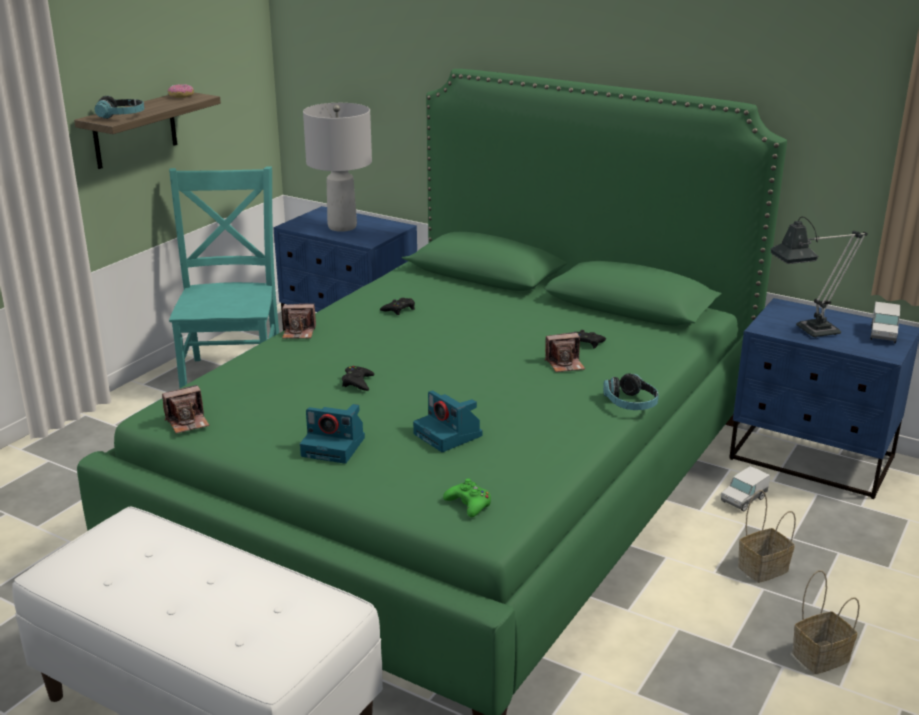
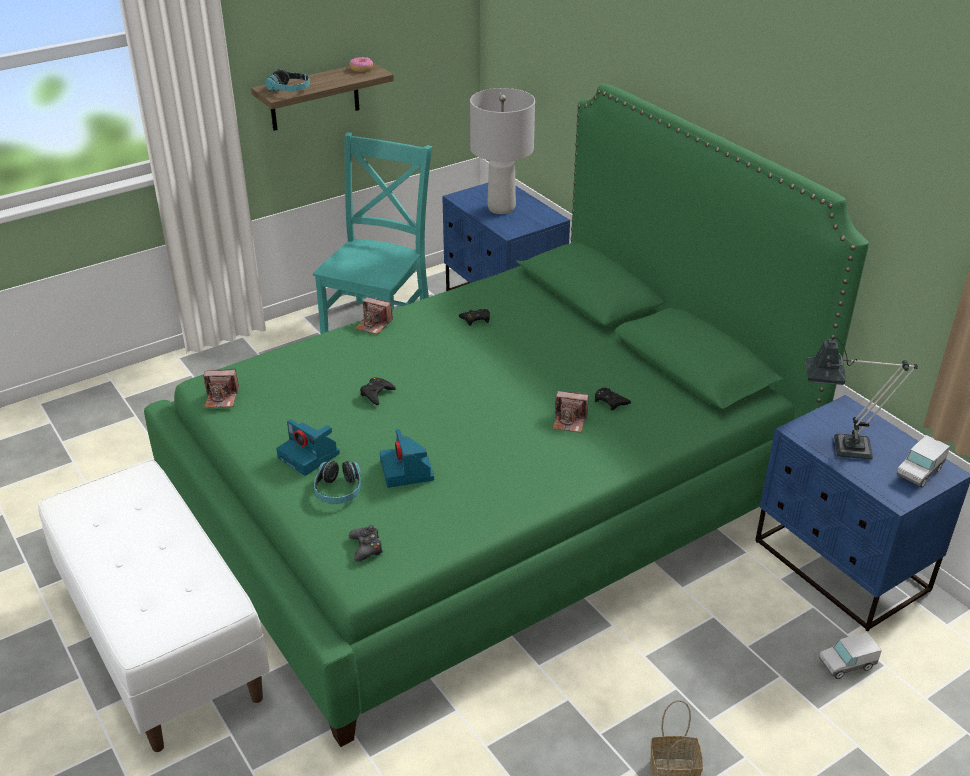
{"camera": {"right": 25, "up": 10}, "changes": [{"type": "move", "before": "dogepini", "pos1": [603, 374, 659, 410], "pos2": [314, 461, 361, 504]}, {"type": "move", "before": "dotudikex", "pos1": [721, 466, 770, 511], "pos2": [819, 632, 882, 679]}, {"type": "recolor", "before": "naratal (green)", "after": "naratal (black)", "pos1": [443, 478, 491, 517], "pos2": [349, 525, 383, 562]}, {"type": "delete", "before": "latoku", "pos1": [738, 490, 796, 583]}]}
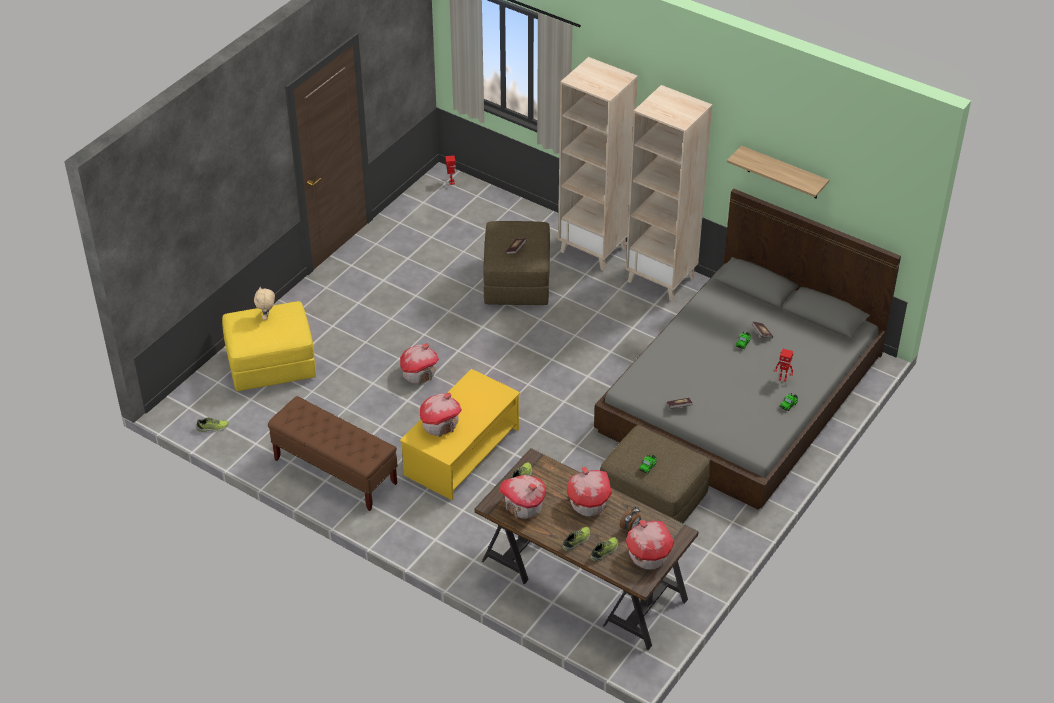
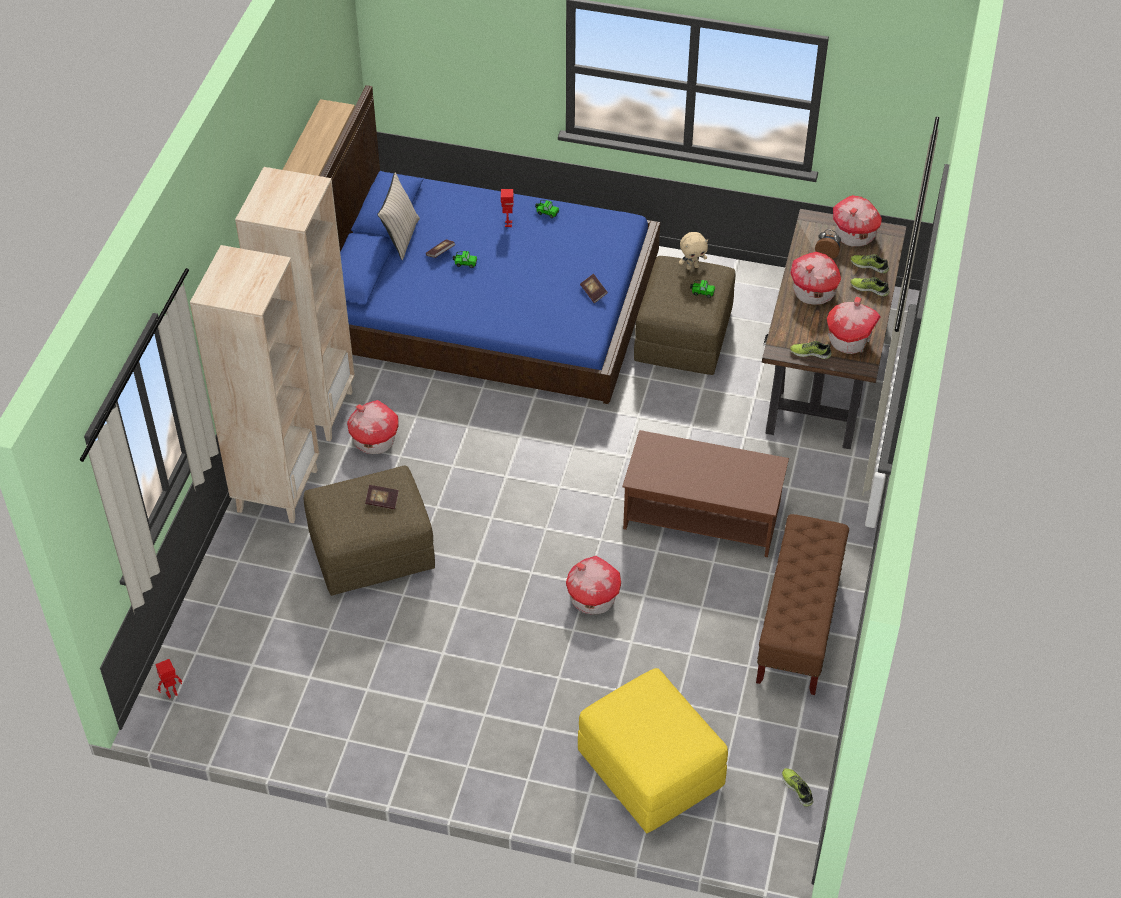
{"camera": {"right": -110, "up": 5}, "changes": [{"type": "recolor", "before": "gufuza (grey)", "after": "gufuza (blue)", "pos1": [594, 189, 901, 510], "pos2": [320, 85, 660, 404]}, {"type": "move", "before": "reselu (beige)", "pos1": [254, 287, 275, 320], "pos2": [679, 232, 708, 270]}, {"type": "recolor", "before": "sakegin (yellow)", "after": "sakegin (brown)", "pos1": [400, 369, 520, 500], "pos2": [622, 430, 789, 557]}, {"type": "move", "before": "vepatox", "pos1": [420, 393, 462, 437], "pos2": [347, 400, 399, 454]}, {"type": "insert", "after": "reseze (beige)", "pos2": [377, 173, 420, 260]}]}
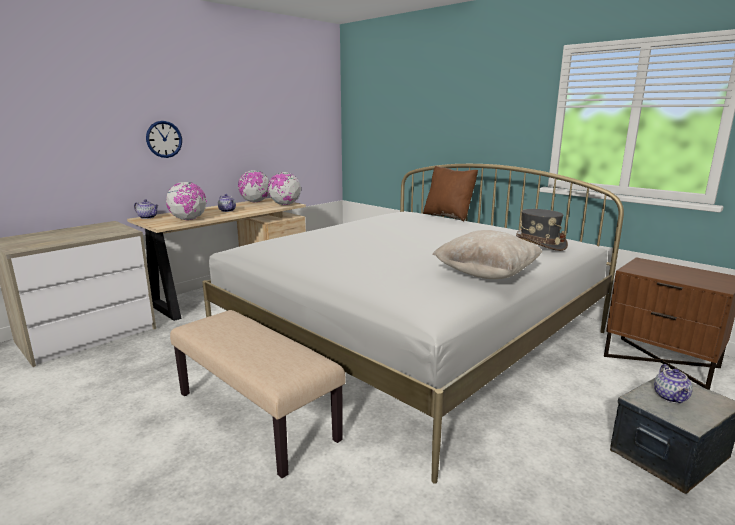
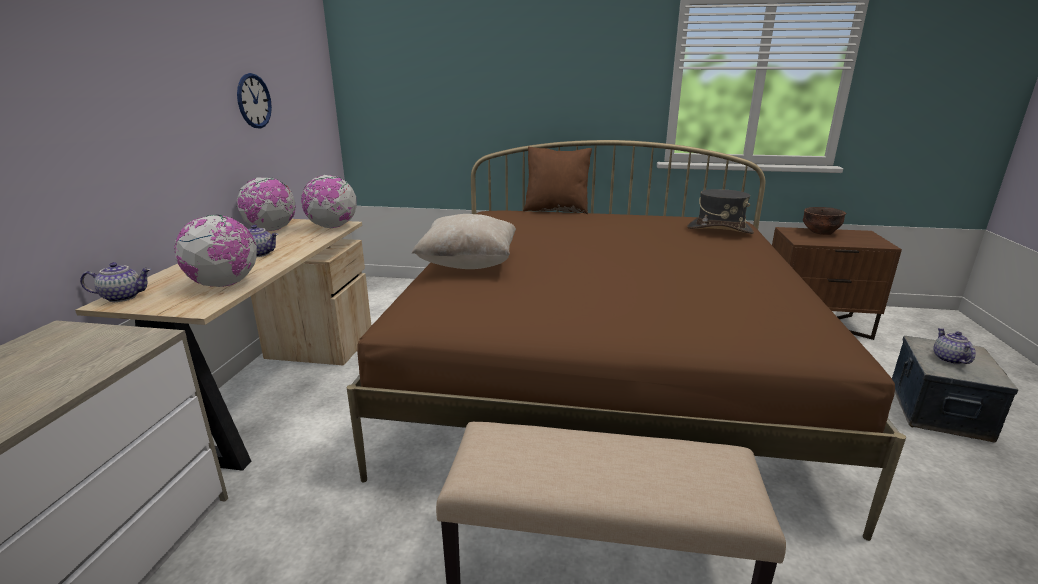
{"camera": {"right": -35, "up": 5}, "changes": [{"type": "move", "before": "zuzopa", "pos1": [146, 121, 182, 158], "pos2": [237, 73, 272, 128]}, {"type": "recolor", "before": "gufuza (white)", "after": "gufuza (brown)", "pos1": [202, 164, 624, 483], "pos2": [346, 140, 906, 541]}, {"type": "move", "before": "reseze (beige)", "pos1": [432, 230, 542, 279], "pos2": [412, 214, 516, 269]}, {"type": "rotate", "before": "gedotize", "pos1": [654, 364, 693, 403], "pos2": [933, 328, 976, 364], "turn": -150}, {"type": "insert", "after": "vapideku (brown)", "pos2": [803, 207, 847, 235]}]}
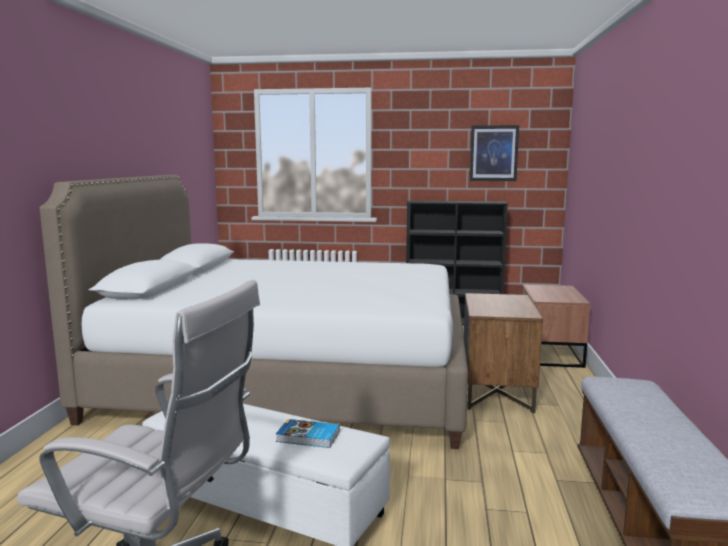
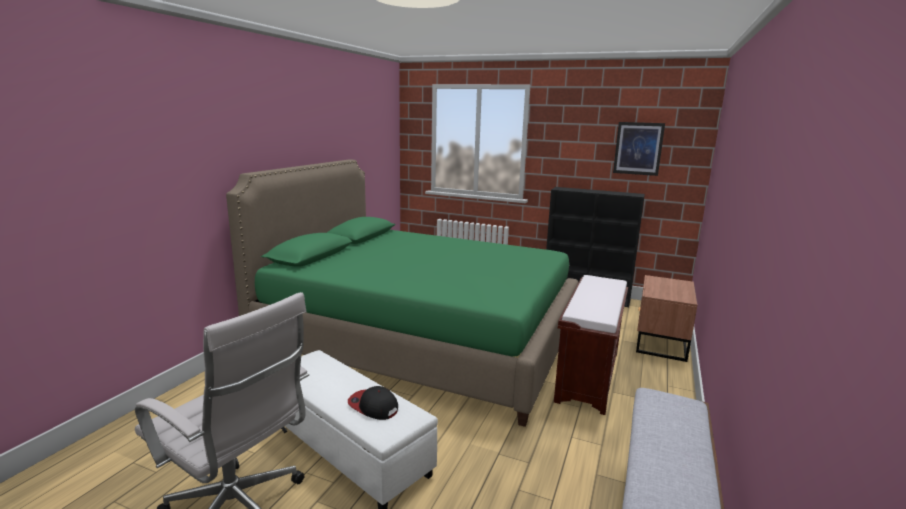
{"camera": {"right": 15, "up": 5}, "changes": [{"type": "recolor", "before": "gufuza (white)", "after": "gufuza (green)", "pos1": [40, 175, 468, 449], "pos2": [226, 159, 578, 427]}, {"type": "replace", "before": "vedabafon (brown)", "after": "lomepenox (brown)", "pos1": [464, 293, 543, 414], "pos2": [554, 275, 628, 415]}, {"type": "replace", "before": "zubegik", "after": "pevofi", "pos1": [276, 419, 340, 448], "pos2": [348, 386, 398, 420]}]}
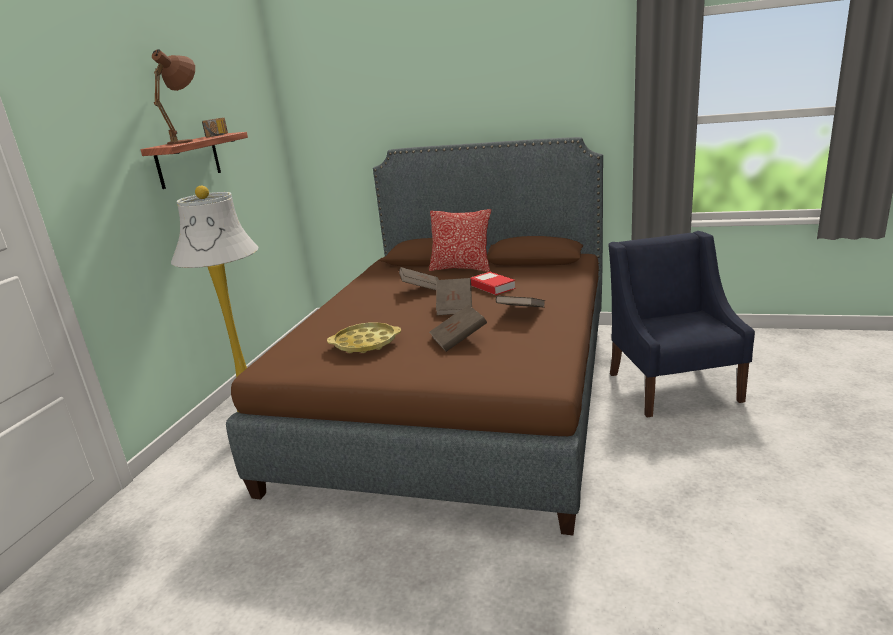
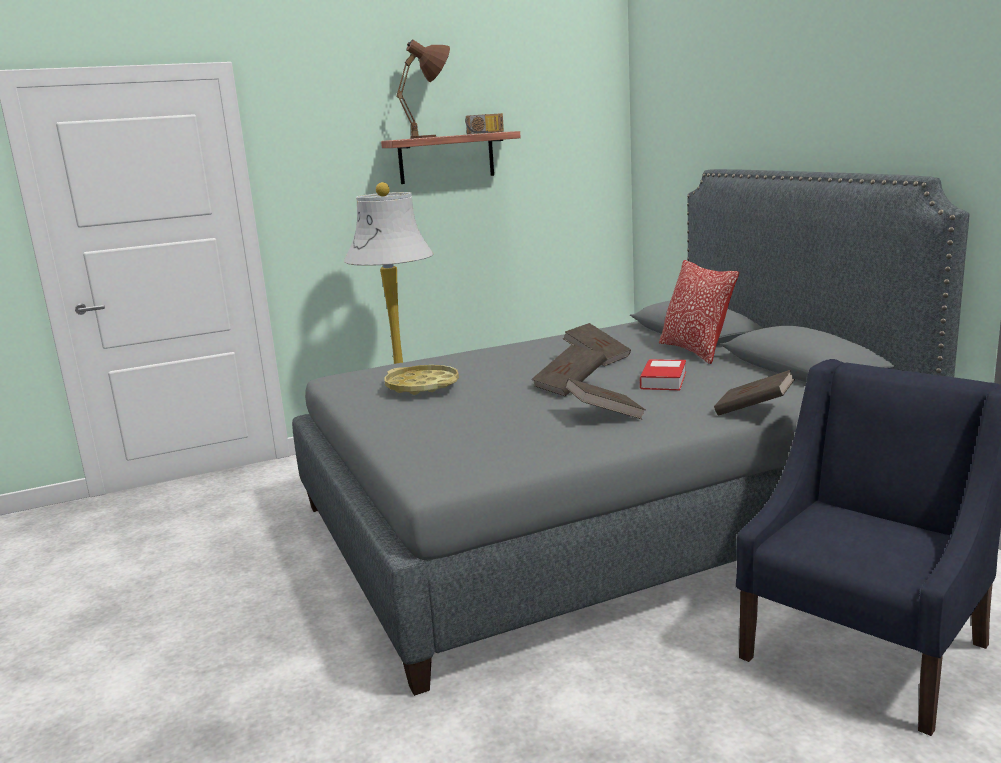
{"camera": {"right": 50, "up": -5}, "changes": [{"type": "recolor", "before": "gufuza (brown)", "after": "gufuza (grey)", "pos1": [226, 137, 603, 535], "pos2": [292, 169, 969, 696]}, {"type": "move", "before": "zubegik (brown)", "pos1": [429, 305, 487, 352], "pos2": [714, 370, 795, 416]}]}
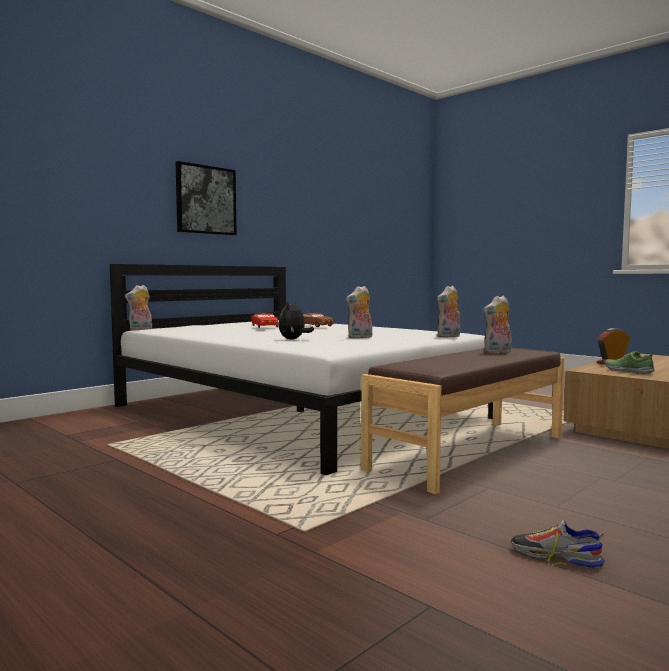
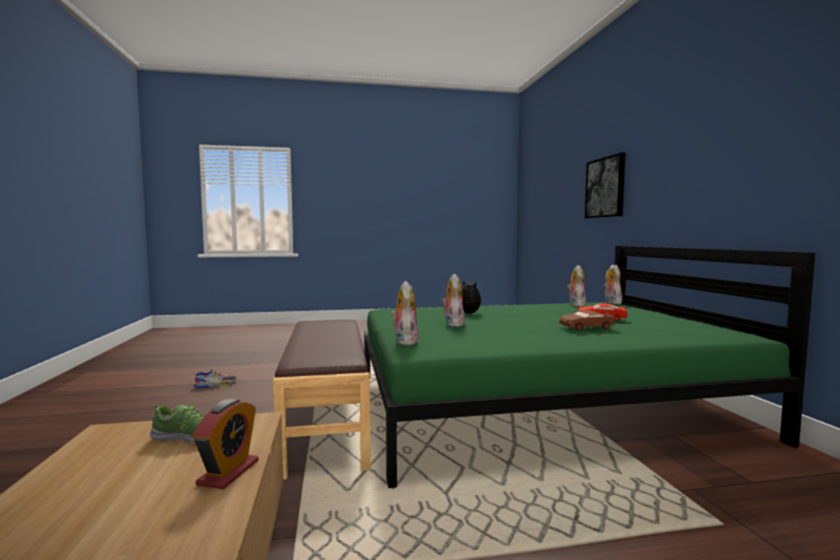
{"camera": {"right": 125, "up": 0}, "changes": [{"type": "move", "before": "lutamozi", "pos1": [176, 161, 237, 236], "pos2": [585, 153, 625, 219]}, {"type": "recolor", "before": "gufuza (white)", "after": "gufuza (green)", "pos1": [110, 264, 493, 475], "pos2": [364, 246, 815, 488]}, {"type": "move", "before": "reselu", "pos1": [484, 296, 512, 353], "pos2": [567, 265, 586, 307]}]}
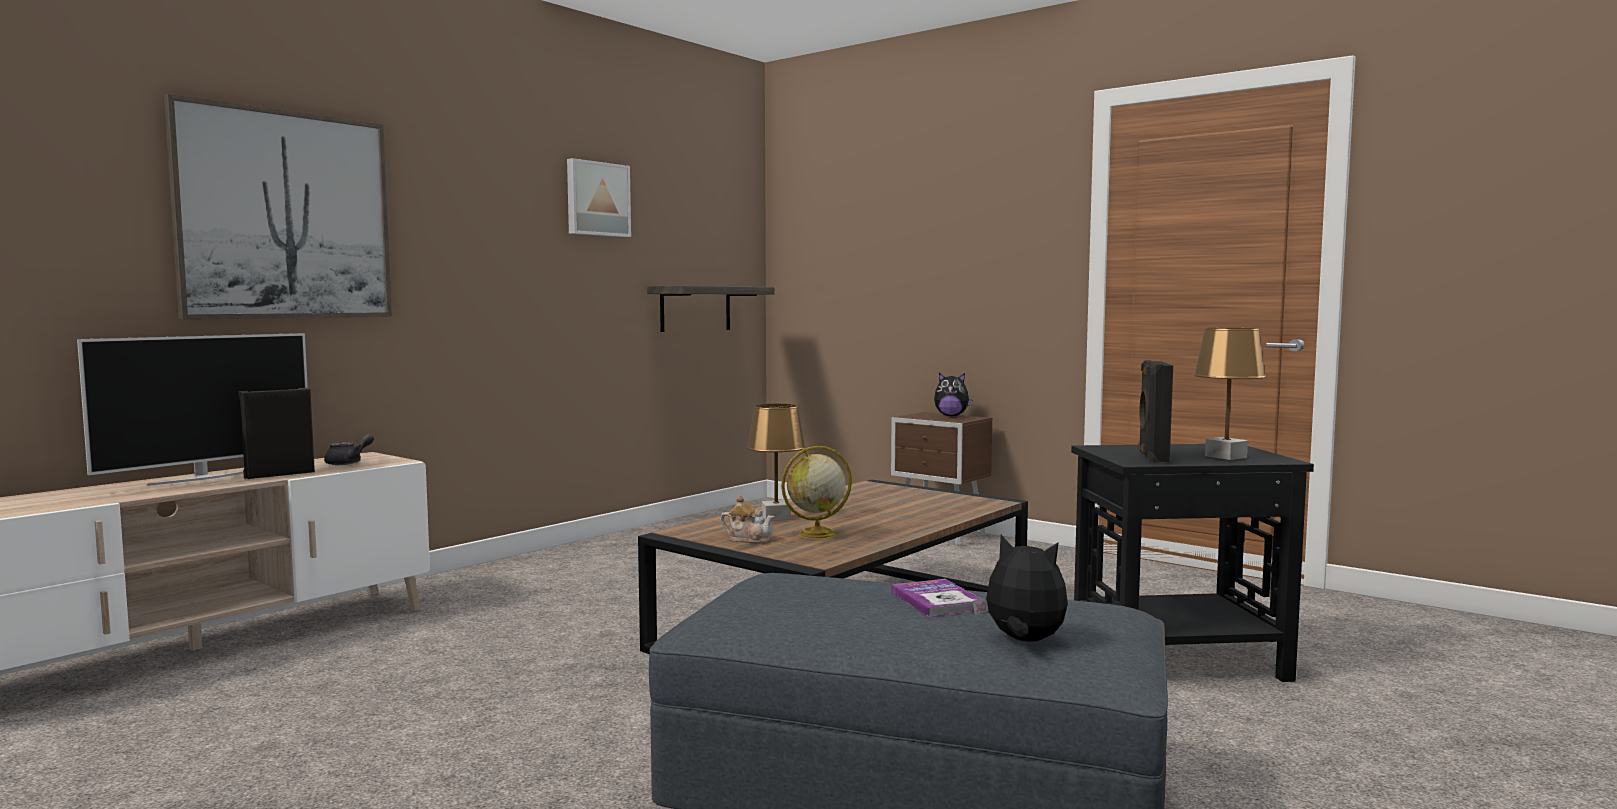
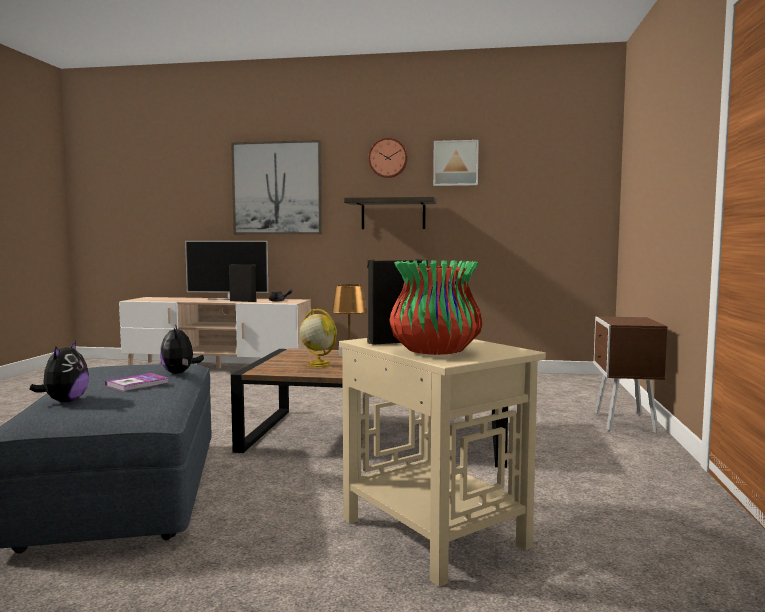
{"camera": {"right": 60, "up": 0}, "changes": [{"type": "move", "before": "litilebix", "pos1": [647, 286, 775, 332], "pos2": [344, 197, 437, 229]}, {"type": "replace", "before": "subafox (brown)", "after": "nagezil", "pos1": [1194, 328, 1266, 460], "pos2": [389, 260, 482, 355]}, {"type": "move", "before": "reselu", "pos1": [934, 373, 972, 416], "pos2": [160, 324, 204, 374]}, {"type": "recolor", "before": "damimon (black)", "after": "damimon (beige)", "pos1": [1071, 444, 1314, 682], "pos2": [339, 338, 546, 587]}, {"type": "delete", "before": "gedotize", "pos1": [720, 495, 775, 544]}, {"type": "insert", "after": "zuzopa", "pos2": [368, 138, 408, 178]}]}
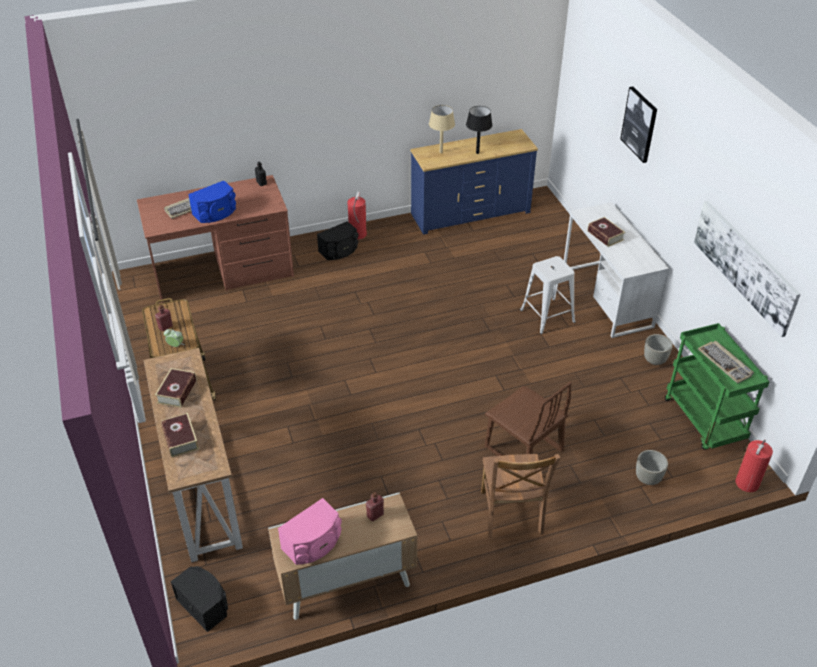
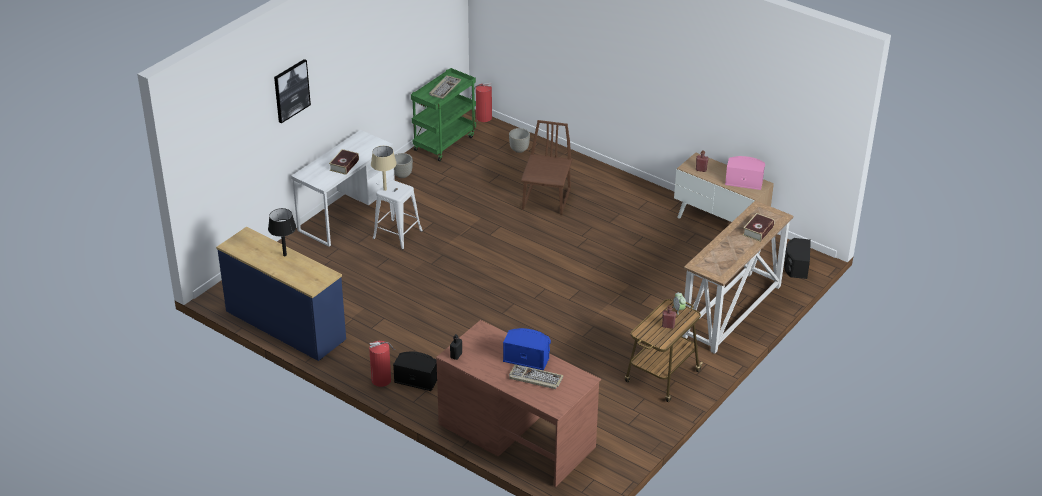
{"camera": {"right": -125, "up": -5}, "changes": [{"type": "move", "before": "subafox (beige)", "pos1": [429, 105, 455, 153], "pos2": [371, 146, 397, 191]}, {"type": "delete", "before": "lutamozi", "pos1": [694, 201, 801, 337]}, {"type": "delete", "before": "zubegik", "pos1": [155, 368, 197, 408]}, {"type": "delete", "before": "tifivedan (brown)", "pos1": [481, 454, 561, 538]}]}
